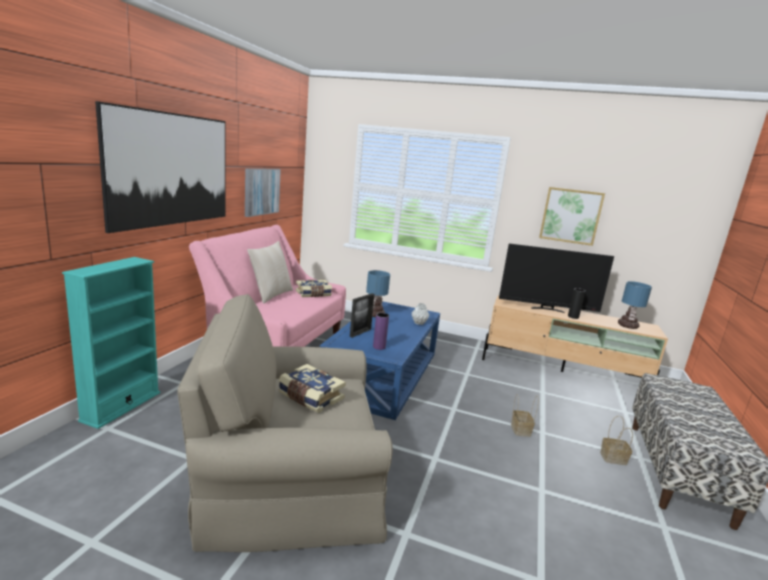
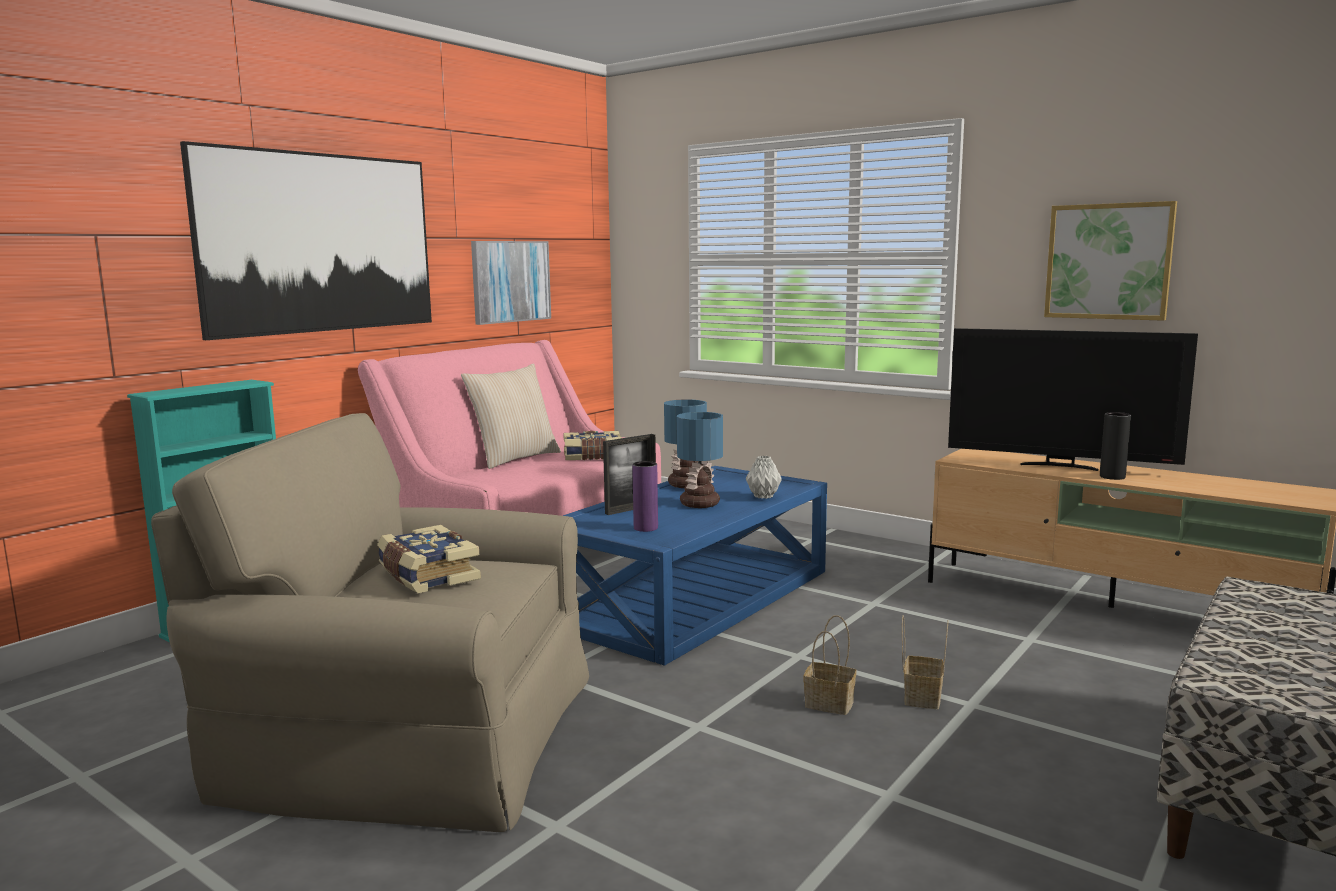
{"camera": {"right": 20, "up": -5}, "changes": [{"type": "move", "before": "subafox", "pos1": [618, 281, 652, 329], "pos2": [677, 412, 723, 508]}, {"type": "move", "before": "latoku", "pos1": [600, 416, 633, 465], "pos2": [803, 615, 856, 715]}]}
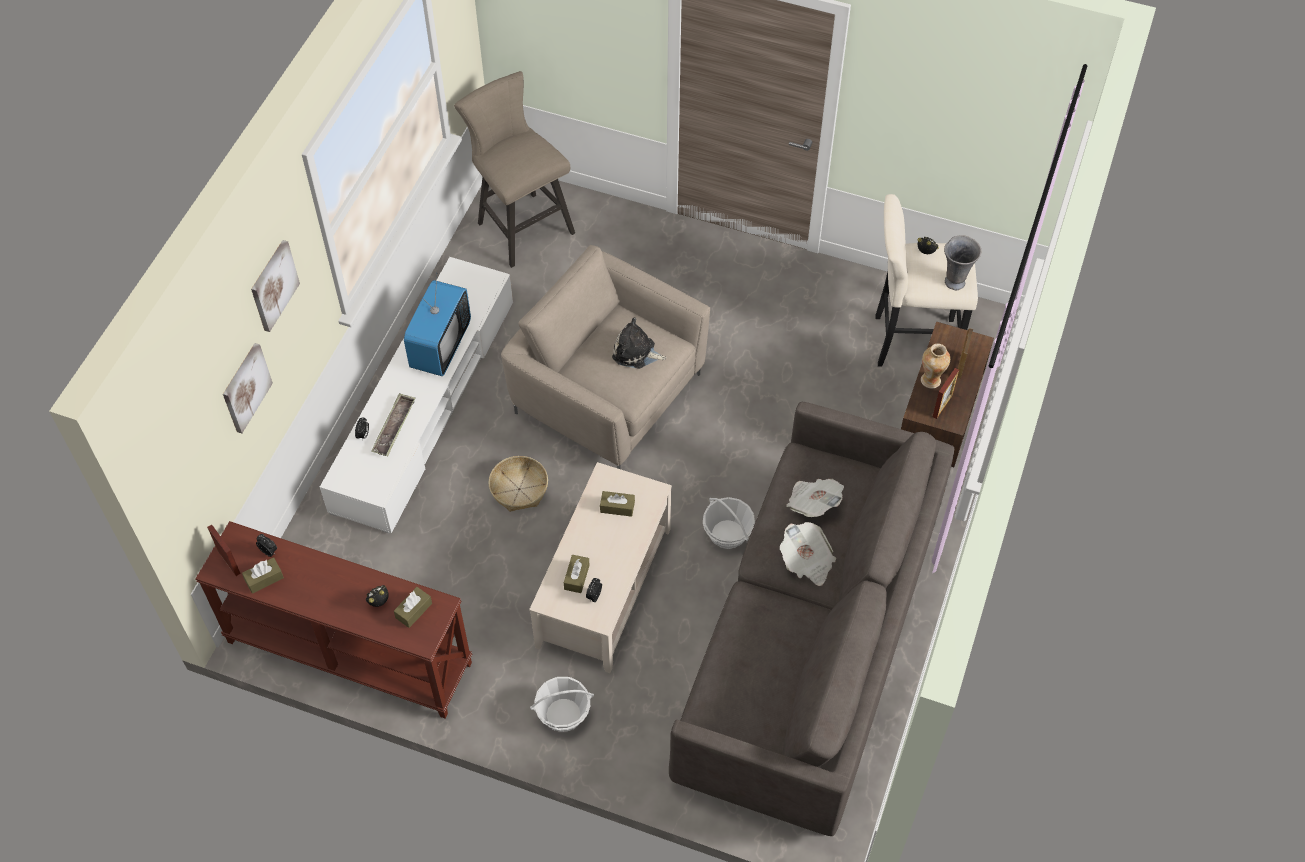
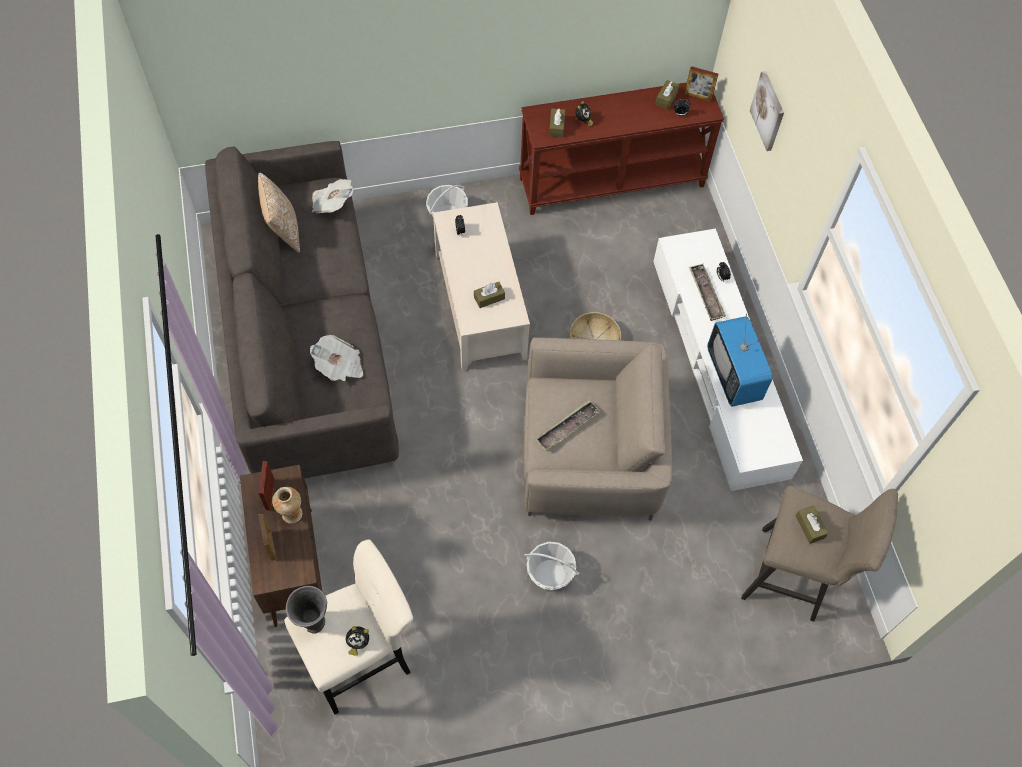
{"camera": {"right": 145, "up": 5}, "changes": [{"type": "delete", "before": "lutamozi", "pos1": [251, 240, 300, 332]}, {"type": "replace", "before": "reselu", "after": "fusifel", "pos1": [612, 317, 666, 369], "pos2": [535, 400, 601, 451]}, {"type": "move", "before": "latoku", "pos1": [703, 497, 755, 549], "pos2": [525, 542, 580, 590]}, {"type": "move", "before": "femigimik", "pos1": [780, 522, 836, 586], "pos2": [312, 179, 353, 213]}, {"type": "move", "before": "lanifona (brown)", "pos1": [564, 555, 590, 593], "pos2": [795, 505, 828, 544]}, {"type": "insert", "after": "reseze", "pos2": [258, 173, 300, 253]}]}
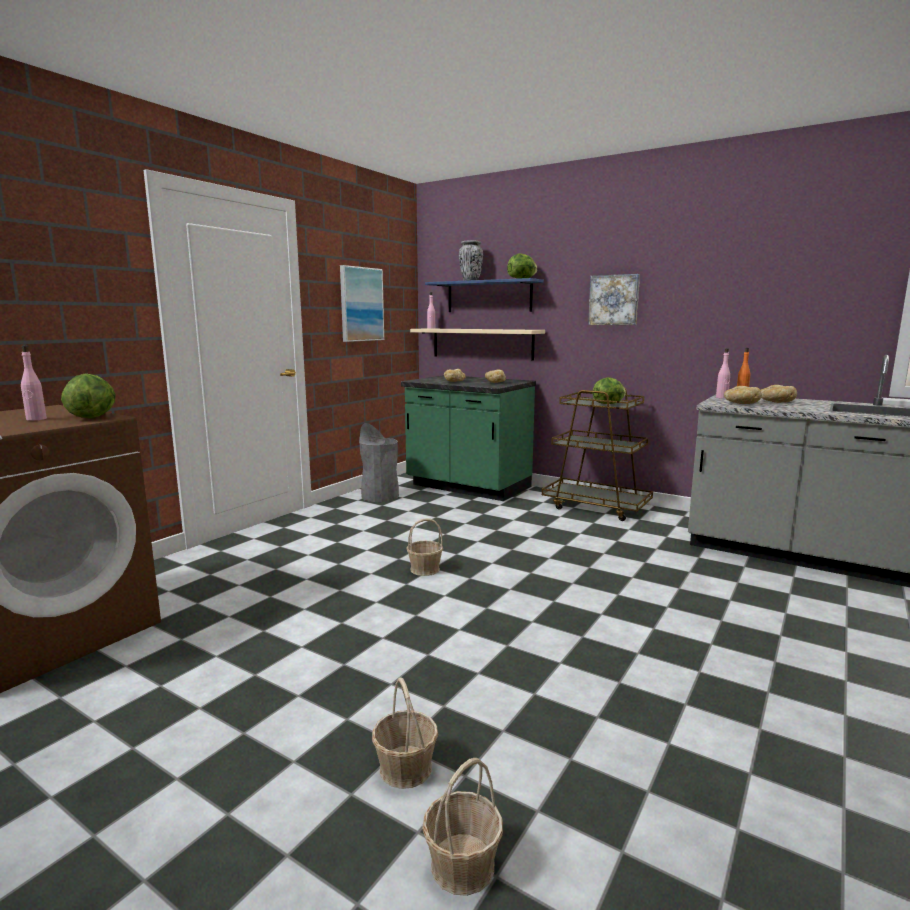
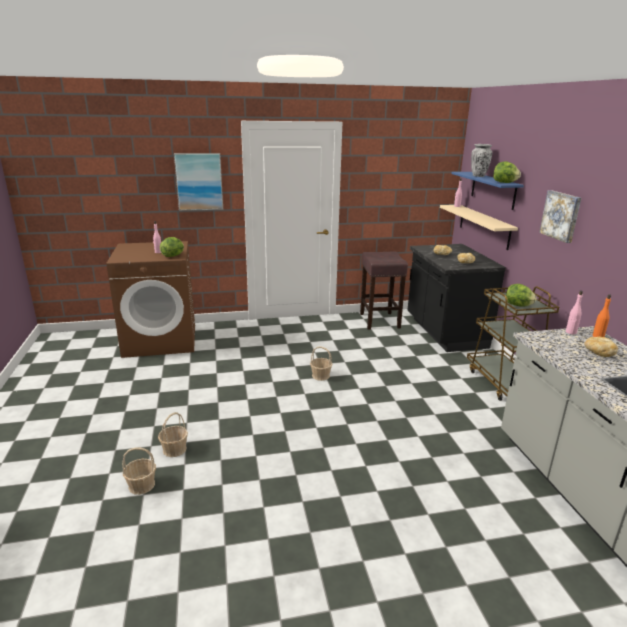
{"camera": {"right": 45, "up": 10}, "changes": [{"type": "move", "before": "lutamozi", "pos1": [340, 265, 384, 342], "pos2": [174, 153, 223, 211]}, {"type": "recolor", "before": "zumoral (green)", "after": "zumoral (black)", "pos1": [401, 375, 536, 501], "pos2": [408, 244, 506, 352]}, {"type": "delete", "before": "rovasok", "pos1": [724, 386, 762, 404]}, {"type": "replace", "before": "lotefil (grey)", "after": "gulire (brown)", "pos1": [359, 423, 399, 502], "pos2": [360, 251, 408, 330]}]}
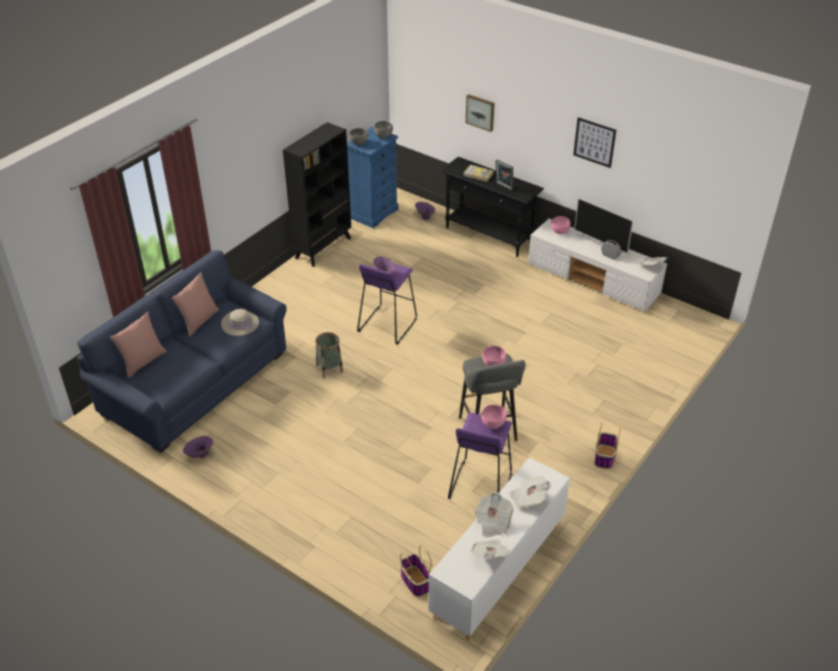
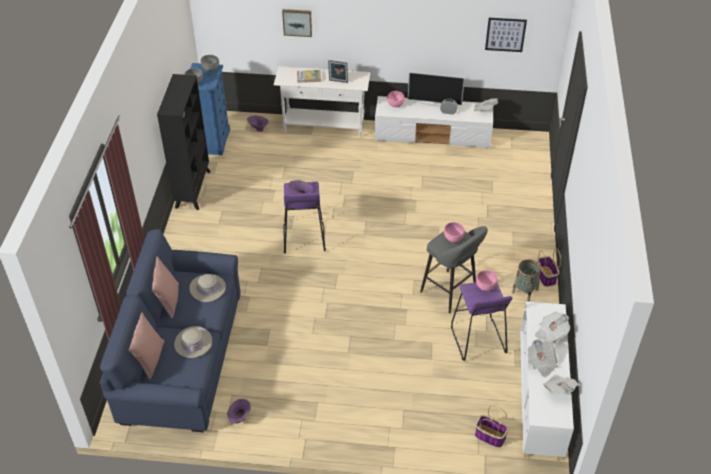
{"camera": {"right": -30, "up": 5}, "changes": [{"type": "move", "before": "lutamozi", "pos1": [573, 117, 616, 168], "pos2": [485, 18, 527, 52]}, {"type": "recolor", "before": "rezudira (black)", "after": "rezudira (white)", "pos1": [440, 157, 544, 257], "pos2": [274, 66, 370, 138]}, {"type": "move", "before": "latoku", "pos1": [315, 332, 343, 378], "pos2": [512, 259, 541, 301]}, {"type": "insert", "after": "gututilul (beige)", "pos2": [174, 326, 212, 358]}]}
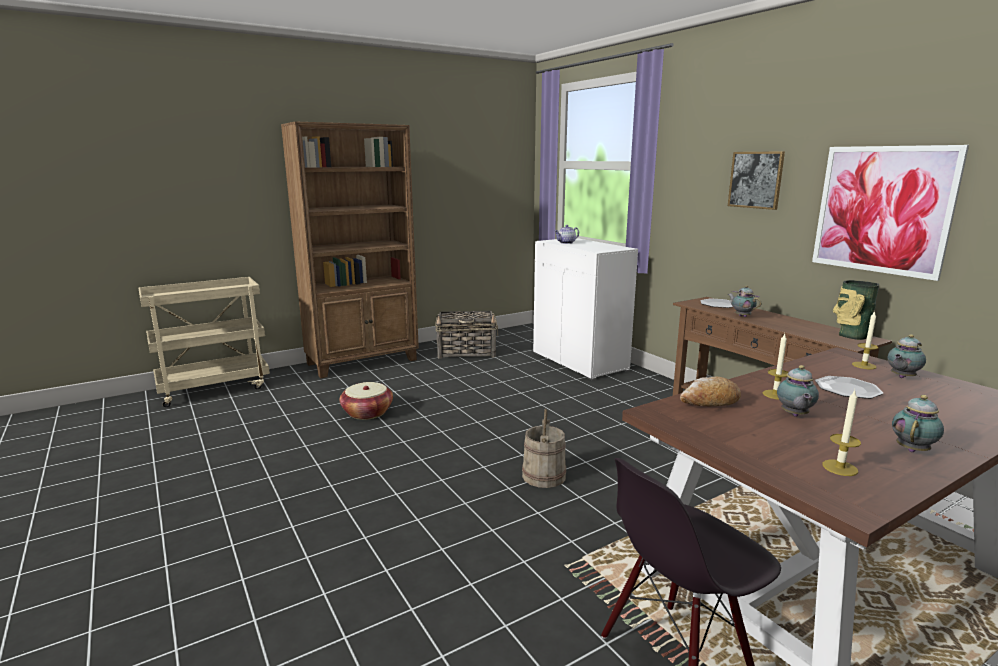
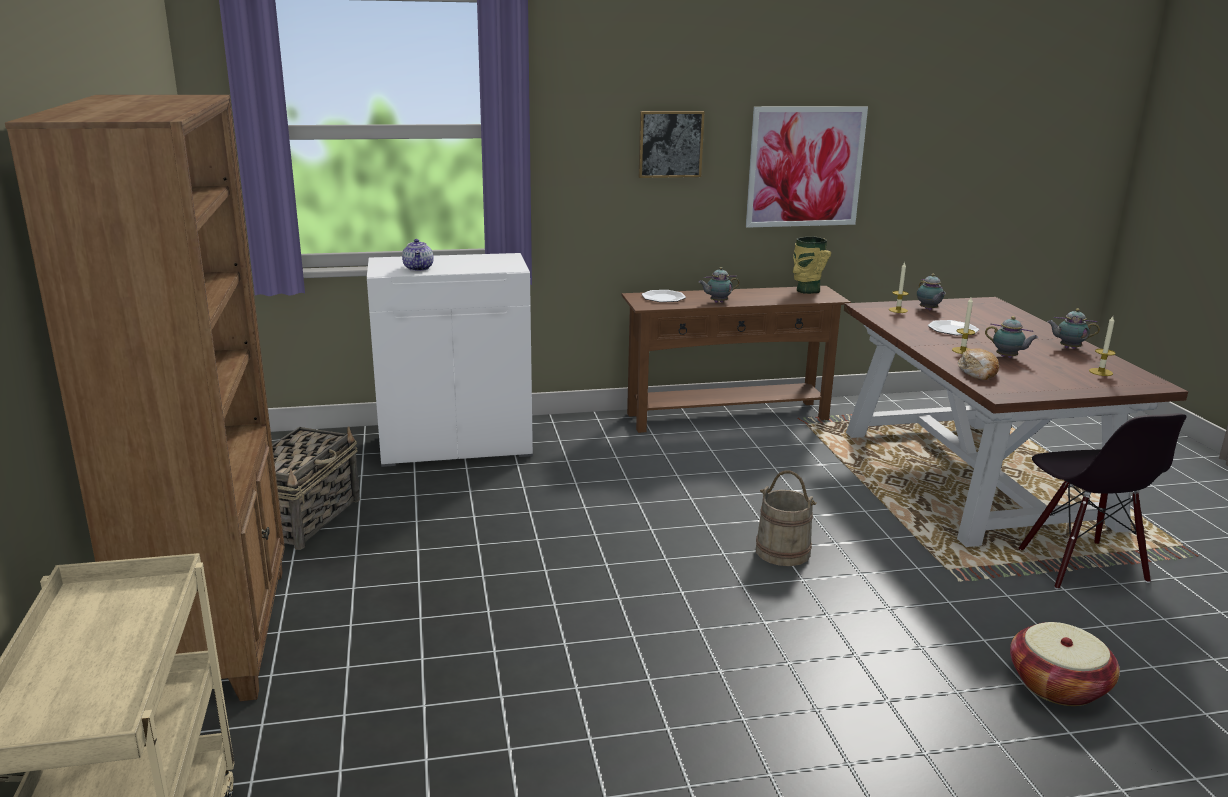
{"camera": {"right": -70, "up": 5}, "changes": [{"type": "move", "before": "latoku", "pos1": [340, 382, 393, 420], "pos2": [1010, 622, 1120, 706]}, {"type": "rotate", "before": "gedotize", "pos1": [892, 395, 944, 452], "pos2": [1047, 309, 1100, 349], "turn": -45}]}
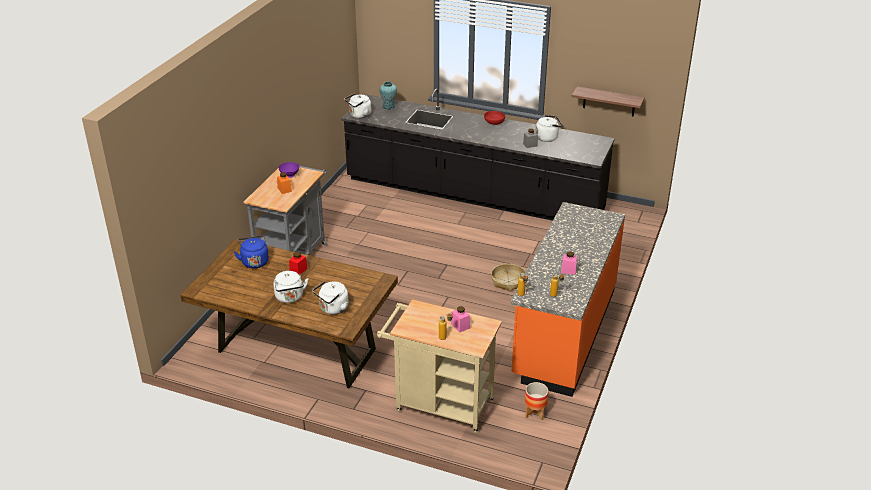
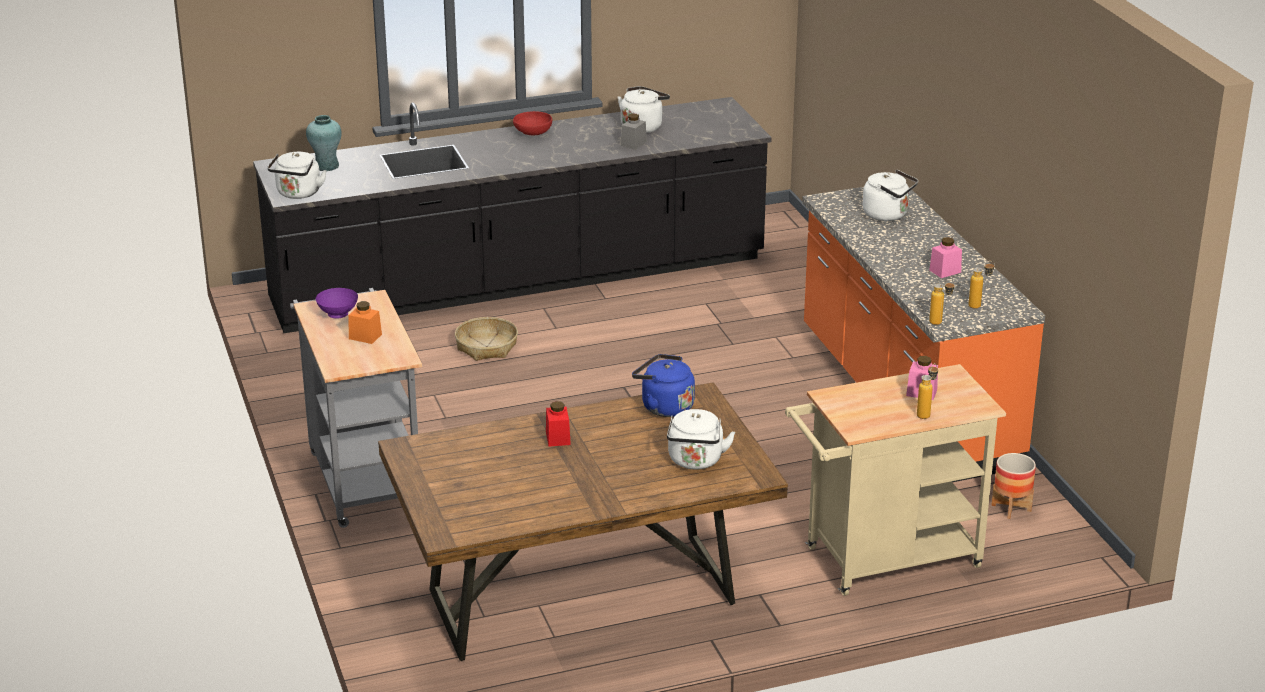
{"camera": {"right": -40, "up": -5}, "changes": [{"type": "delete", "before": "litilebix", "pos1": [572, 86, 645, 117]}, {"type": "move", "before": "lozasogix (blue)", "pos1": [234, 235, 269, 268], "pos2": [632, 354, 695, 417]}, {"type": "move", "before": "latoku", "pos1": [491, 264, 526, 292], "pos2": [455, 317, 518, 361]}, {"type": "move", "before": "lozasogix (white)", "pos1": [273, 271, 308, 303], "pos2": [863, 170, 918, 221]}]}
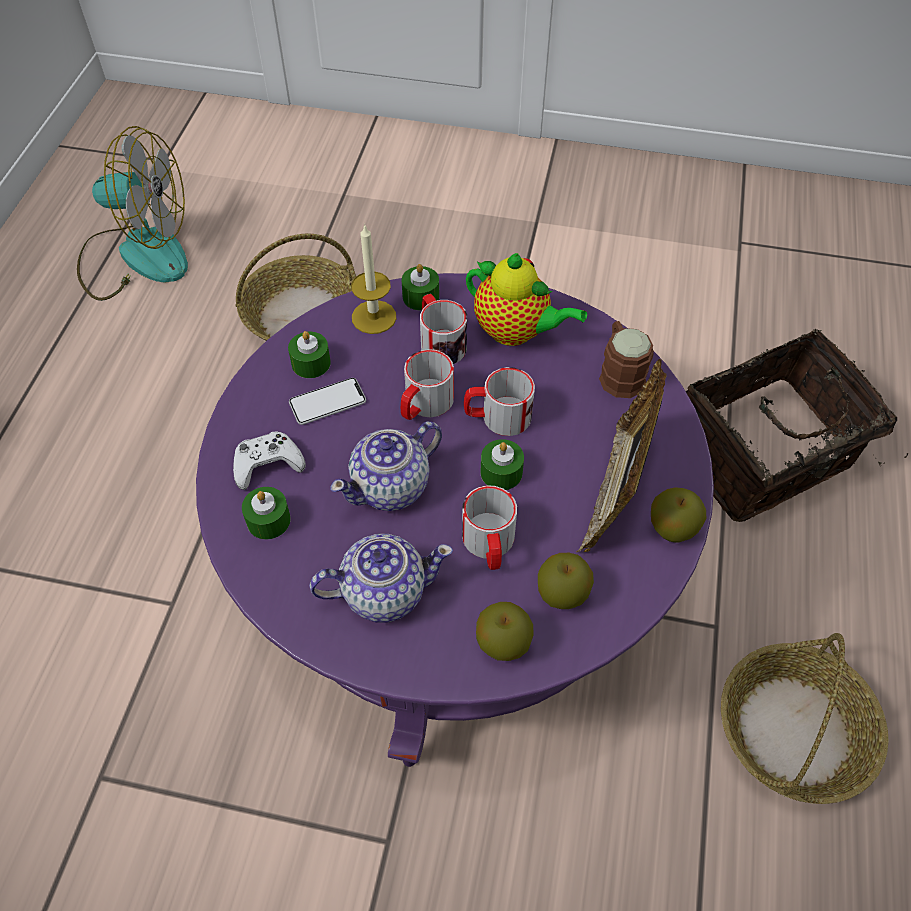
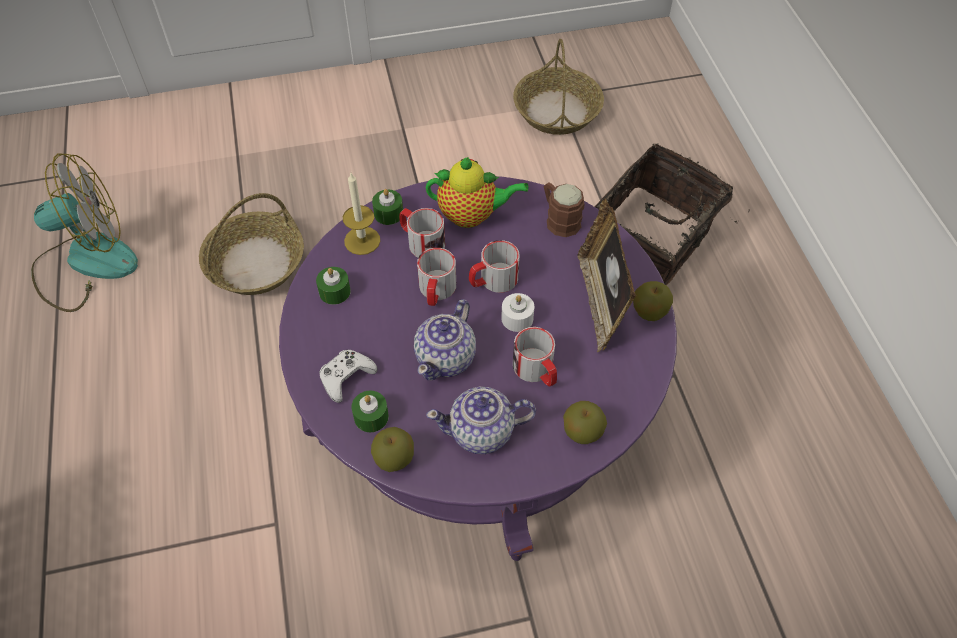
{"camera": {"right": -25, "up": 0}, "changes": [{"type": "delete", "before": "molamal", "pos1": [289, 378, 366, 425]}, {"type": "recolor", "before": "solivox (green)", "after": "solivox (white)", "pos1": [481, 439, 524, 490], "pos2": [501, 293, 534, 332]}, {"type": "rotate", "before": "gedotize", "pos1": [309, 534, 453, 622], "pos2": [426, 387, 536, 454], "turn": -150}, {"type": "move", "before": "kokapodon", "pos1": [538, 553, 594, 609], "pos2": [371, 427, 414, 472]}, {"type": "move", "before": "latoku", "pos1": [721, 633, 889, 804], "pos2": [513, 39, 604, 135]}]}
